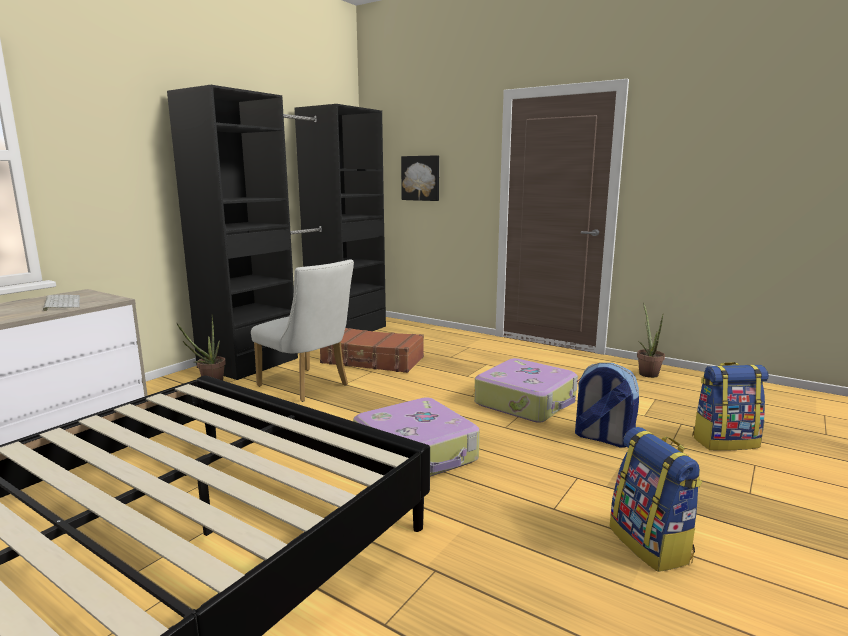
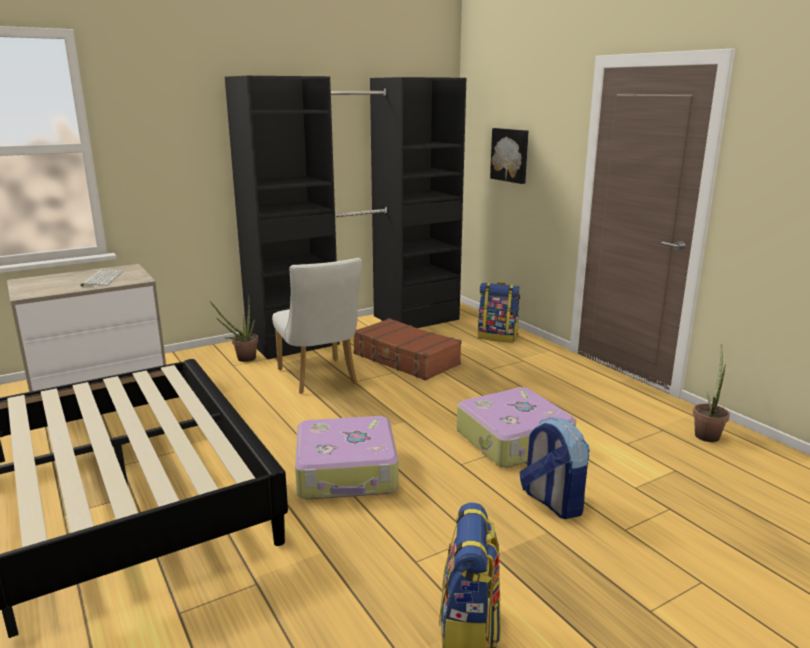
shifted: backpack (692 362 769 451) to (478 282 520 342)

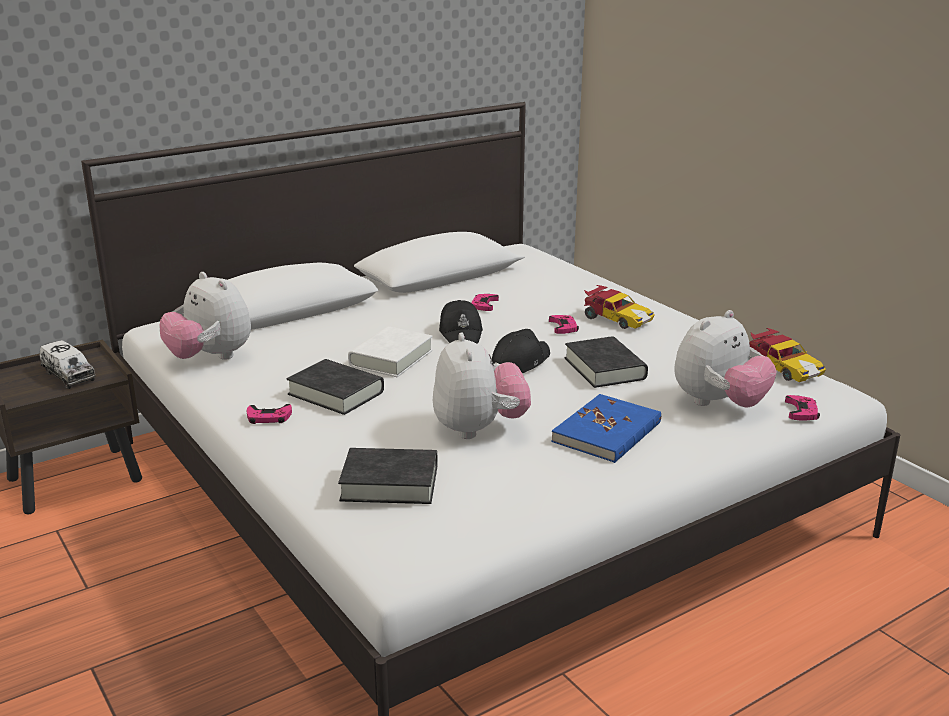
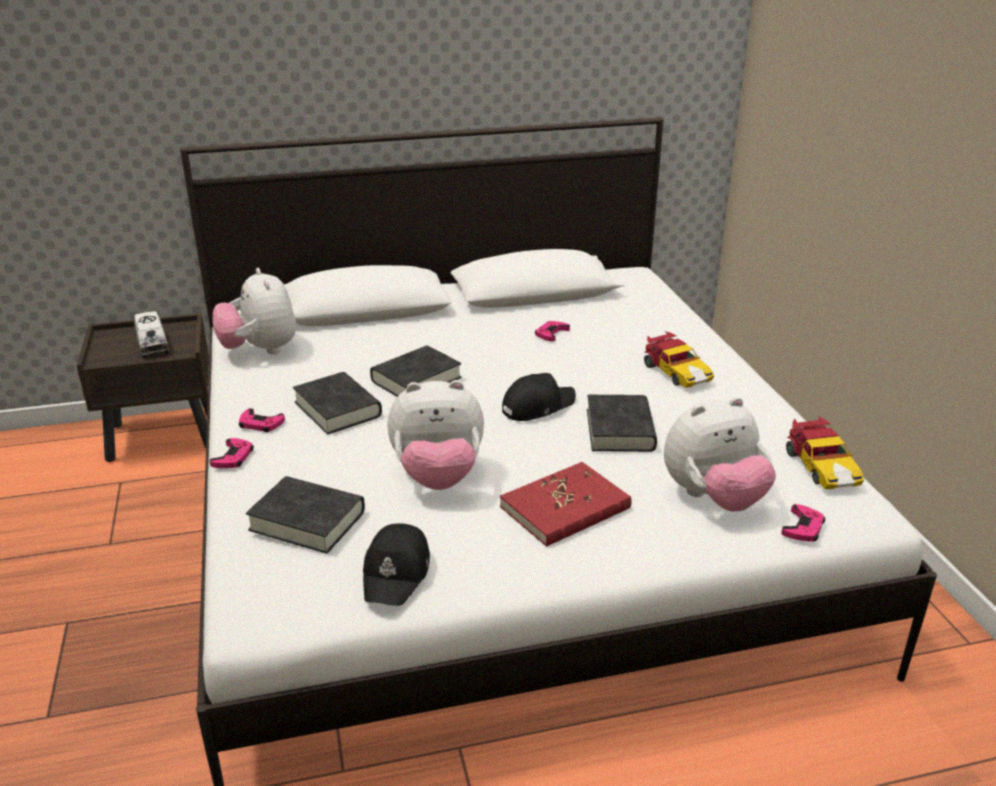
shifted: gamepad (pink) (549 315 579 334) to (209 438 254 468); cap (black) (439 300 483 344) to (363 523 430 606)
repainted: volume (white-coloured) (348 326 433 377) to volume (black) (370 345 462 397); volume (blue-coloured) (551 394 661 463) to volume (red-coloured) (500 462 631 547)
rotated: cuddly toy (433 332 531 439) = (387 380 484 490) 75 degrees clockwise

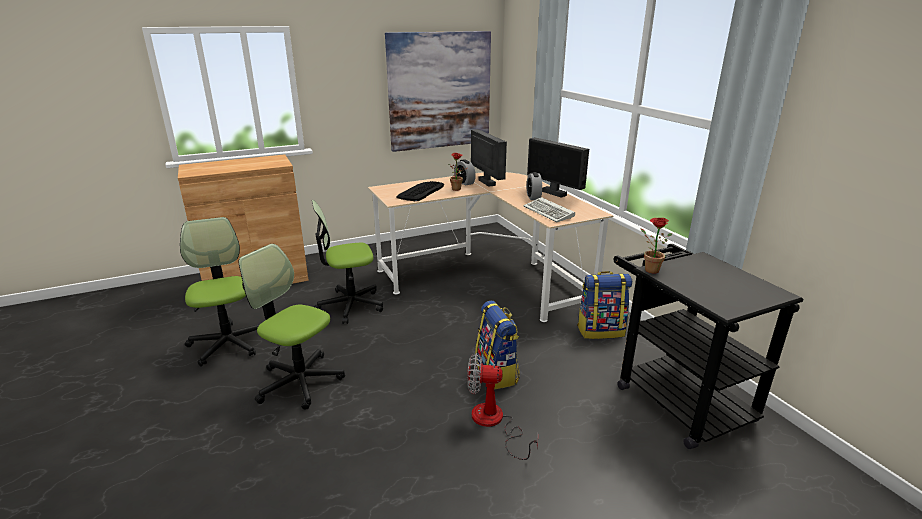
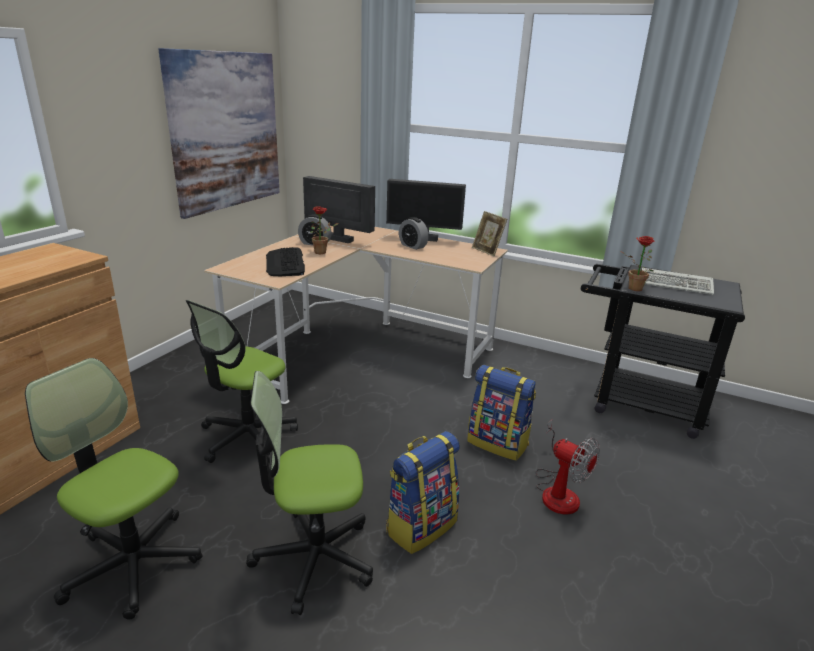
new: standing frame (472 211 507 256)
shifted: backpack (577 271 632 339) to (386 431 460 554); keyboard (524 197 575 222) to (642 268 714 295)
rotated: fan (467 353 538 460) = (536 420 600 514) 105 degrees counterclockwise

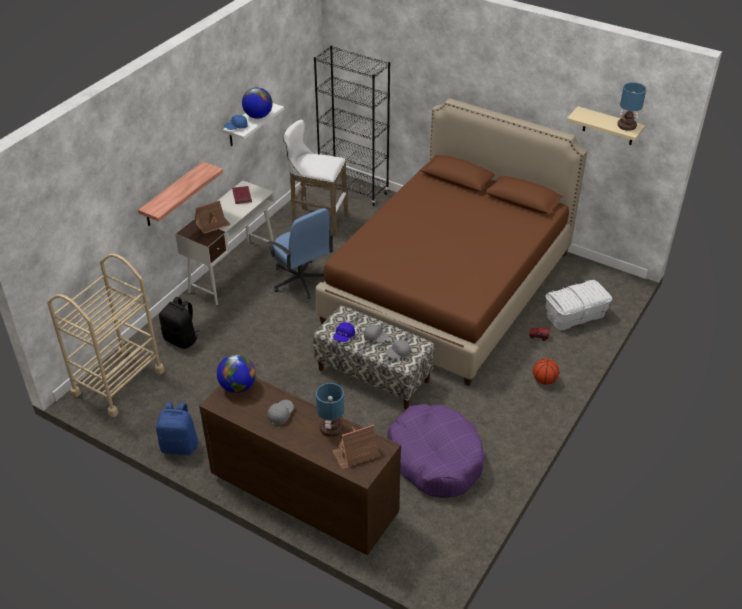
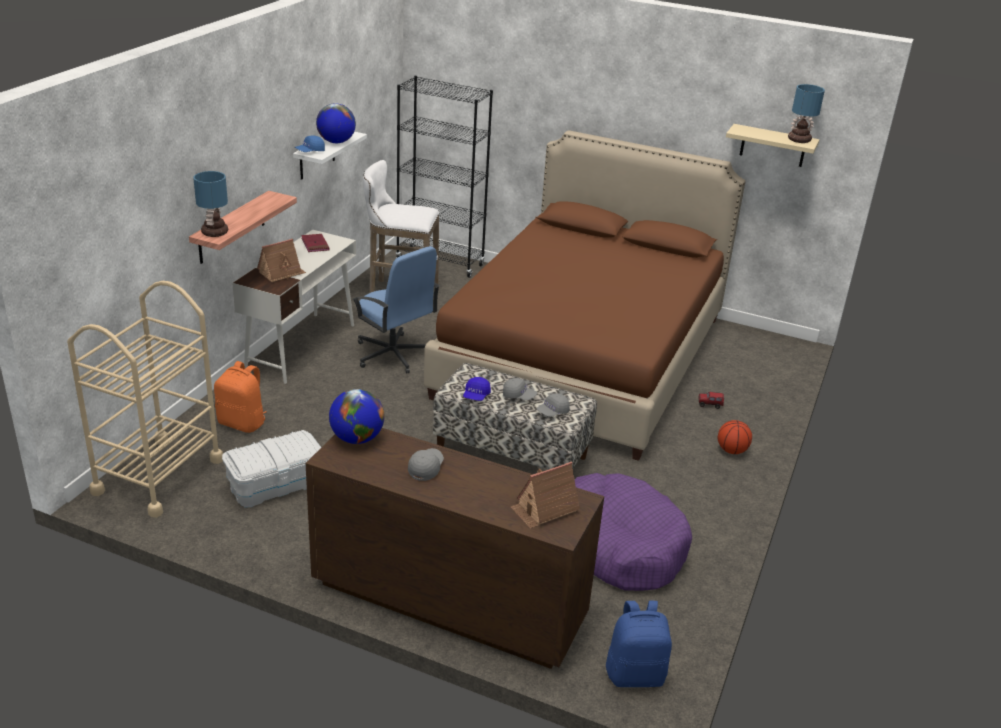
shifted: table lamp (316 383 344 437) to (193 171 228 237); storage container (white-coloured) (545 280 612 330) to (222 430 321 507); backpack (blue-coloured) (156 402 198 455) to (606 601 672 687)
repainted: backpack (black) (159 297 200 349) to backpack (orangey) (214 361 267 433)

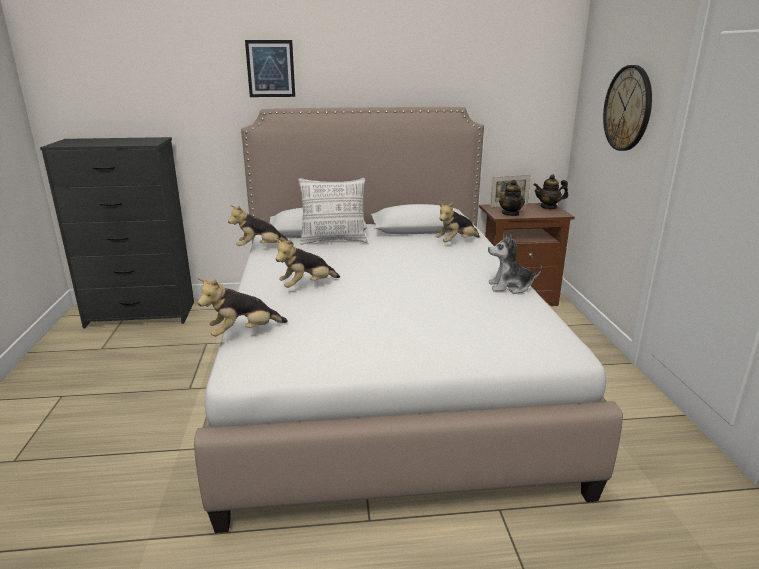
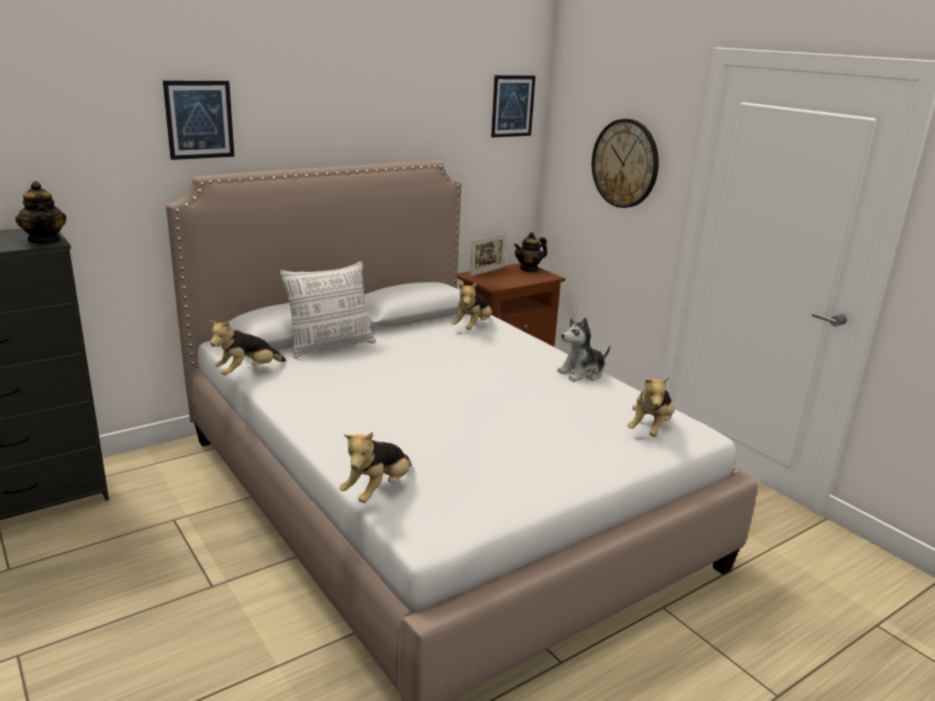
new: wall art (491 75 536 137)
shifted: tea pot (499 180 525 216) to (15 181 66 244); cuddly toy (275 239 340 288) to (628 377 675 437)

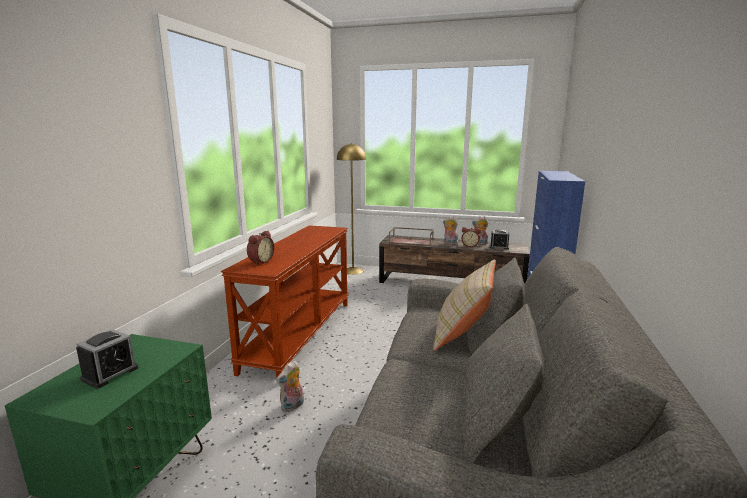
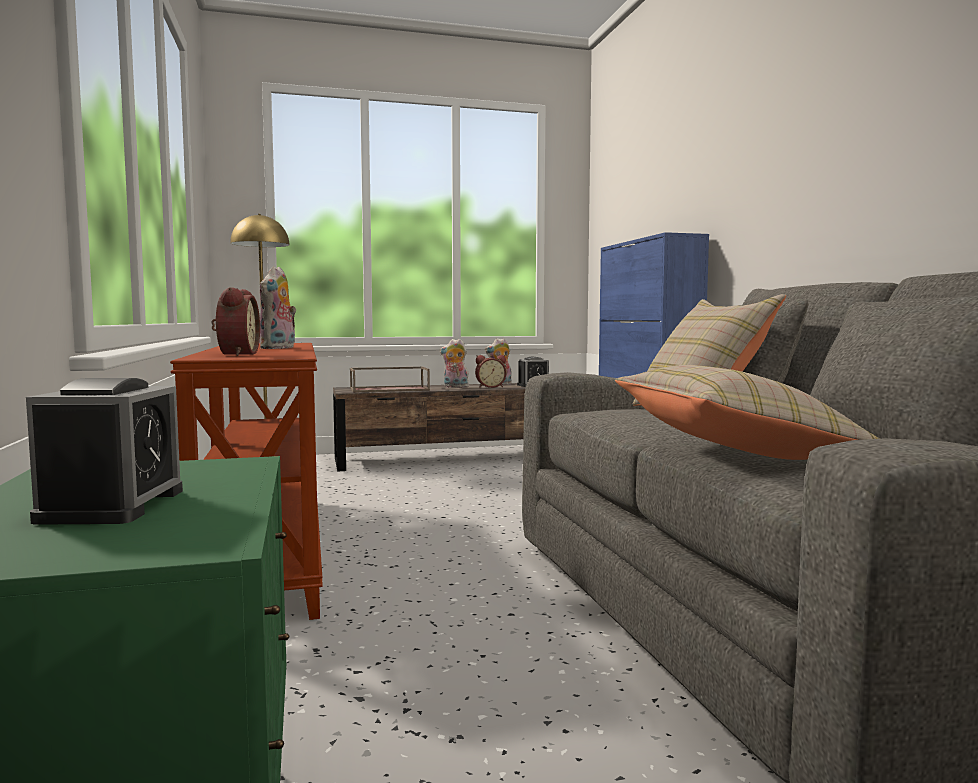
new: throw pillow (beige) (615 365 880 460)
shifted: cuddly toy (276 360 304 412) to (259 266 296 349)

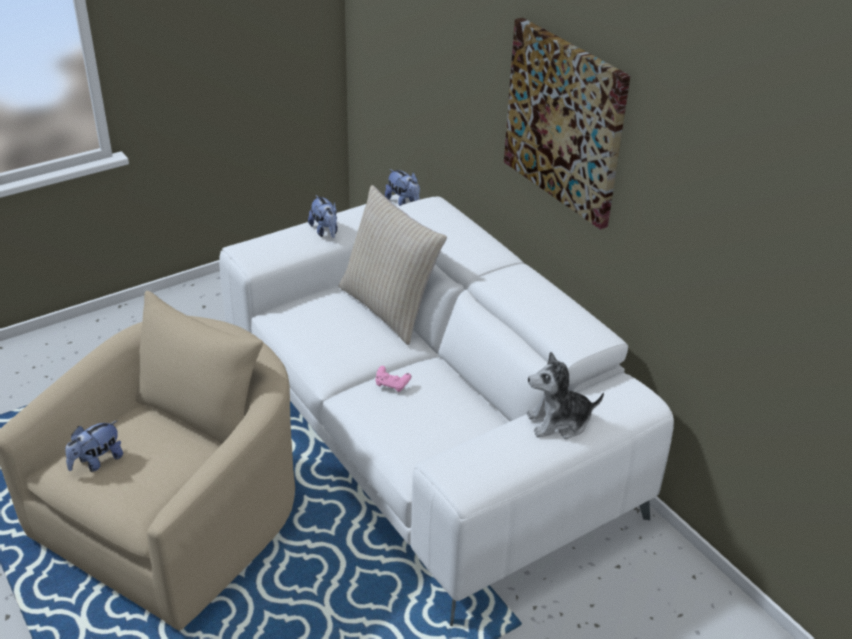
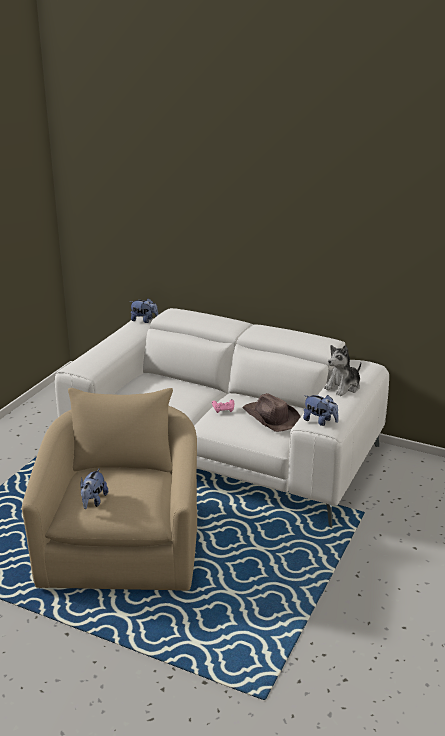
gone: throw pillow (beige) (339 185 447 345); wall art (504 17 631 230)
new: hat (brown-coloured) (242 393 300 432)
shifted: cuddly toy (308 195 338 238) to (303 395 339 426)

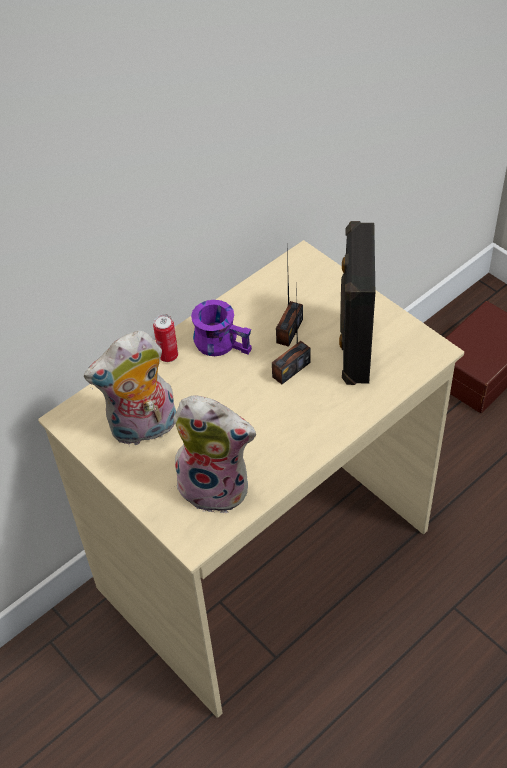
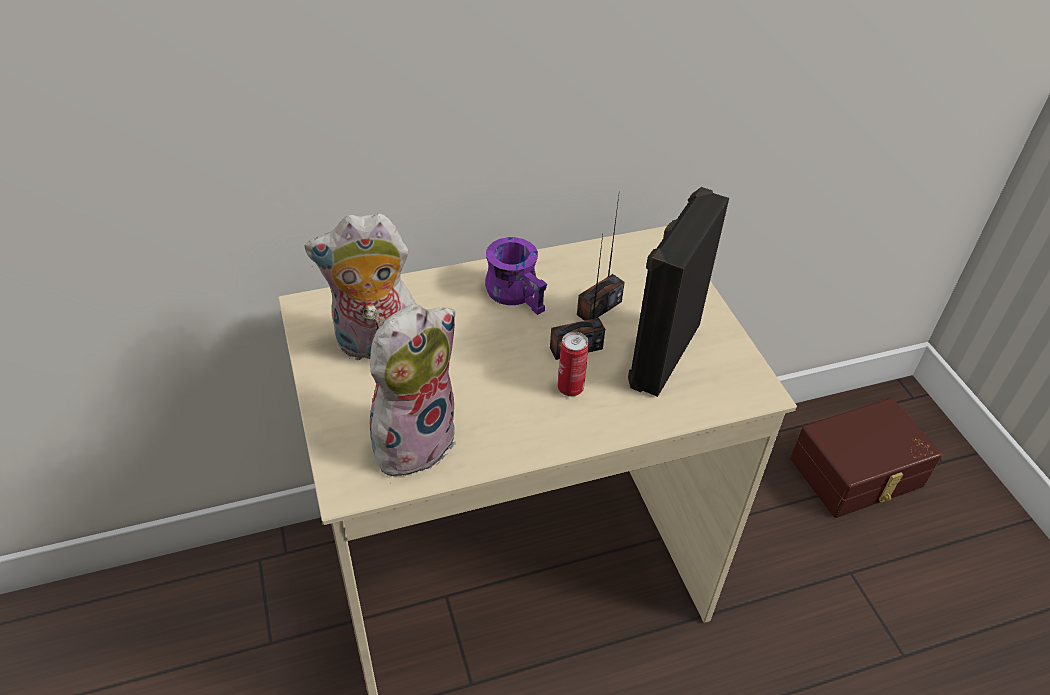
shifted: can (153 314 178 362) to (557 332 589 396)
rotated: cuddly toy (173 395 256 513) = (370 304 456 484) 90 degrees counterclockwise

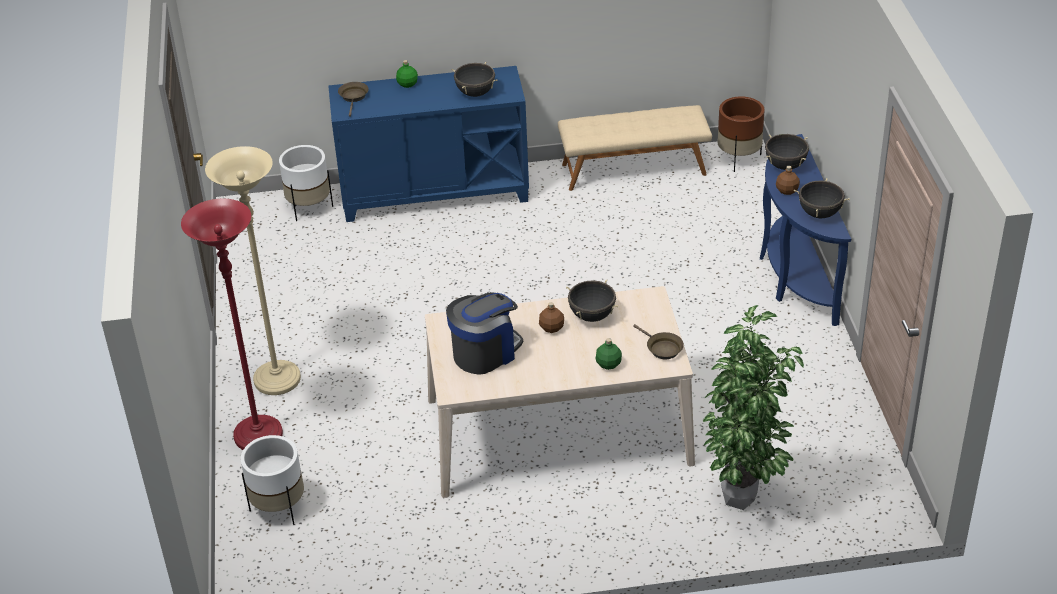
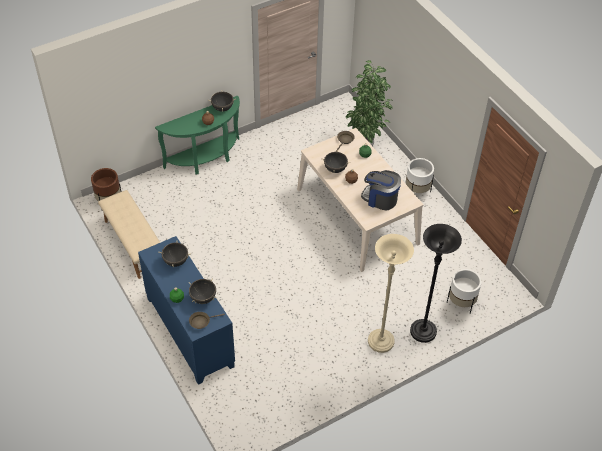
shifted: stockpot (black) (765 134 809 170) to (189 278 217 304); plant pot (white-coloured) (279 145 333 221) to (406 158 434 193)
repainted: console table (blue-coloured) (760 134 851 326) to console table (greenish) (155 96 240 175); standing lamp (red-coloured) (181 198 283 450) to standing lamp (black) (410 224 462 343)

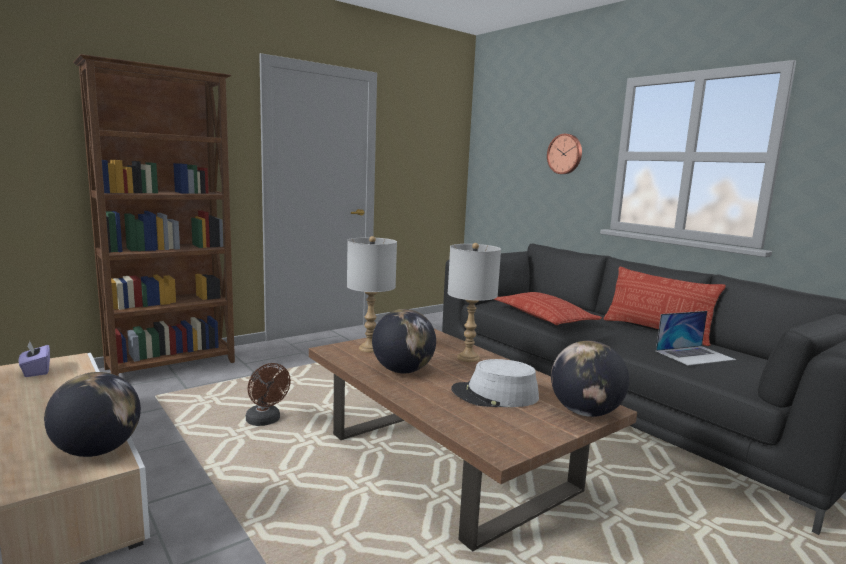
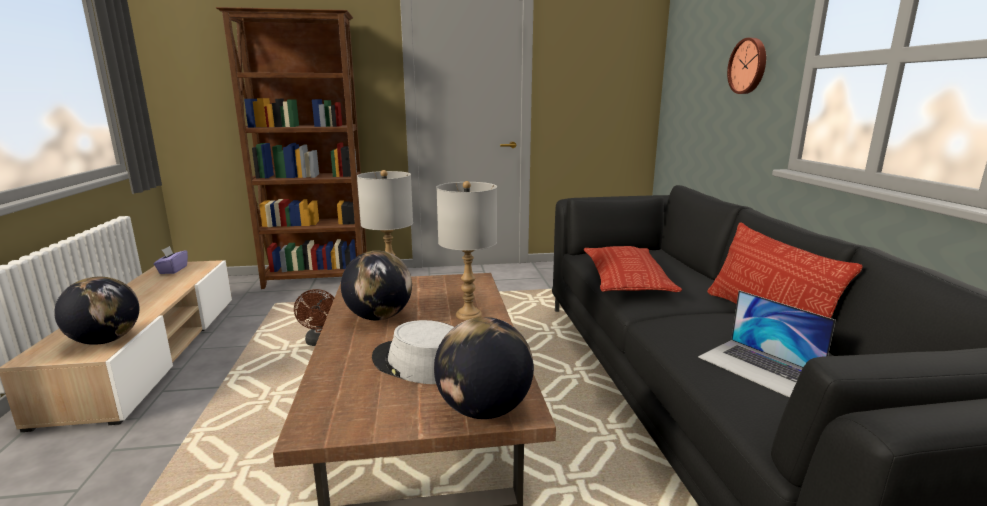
rotated: laptop (656 311 736 366) = (698 290 836 398) 45 degrees clockwise

